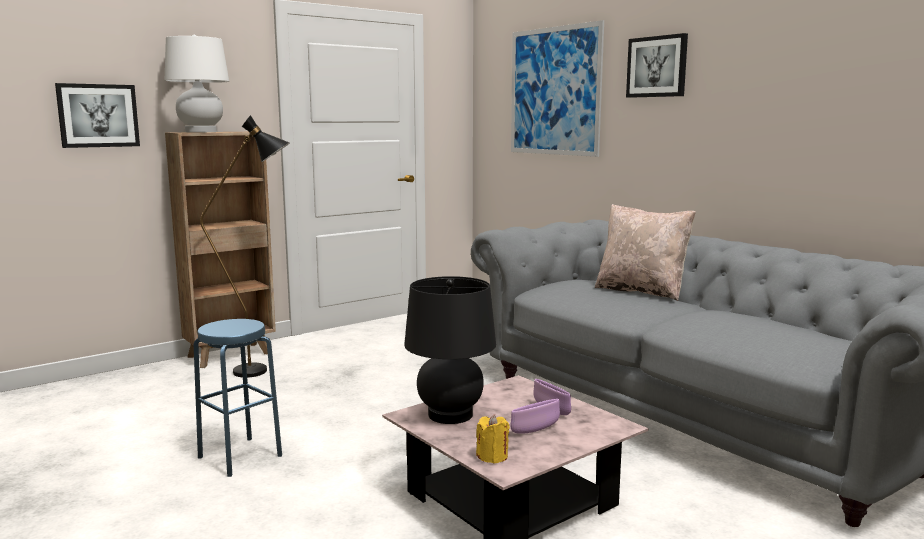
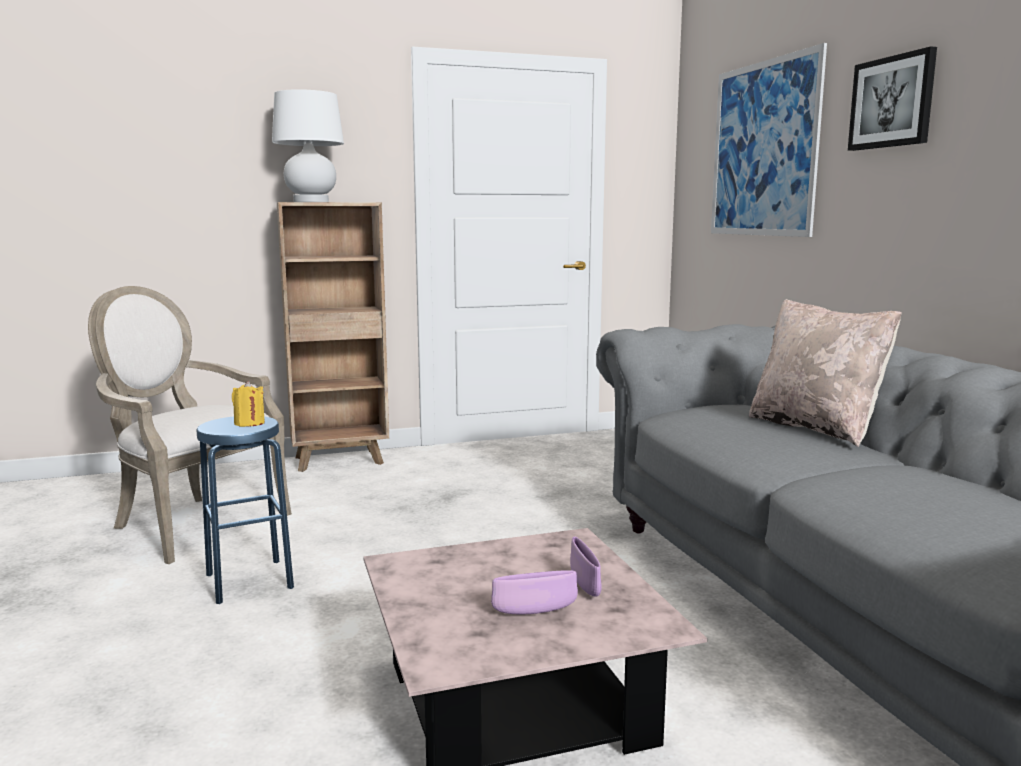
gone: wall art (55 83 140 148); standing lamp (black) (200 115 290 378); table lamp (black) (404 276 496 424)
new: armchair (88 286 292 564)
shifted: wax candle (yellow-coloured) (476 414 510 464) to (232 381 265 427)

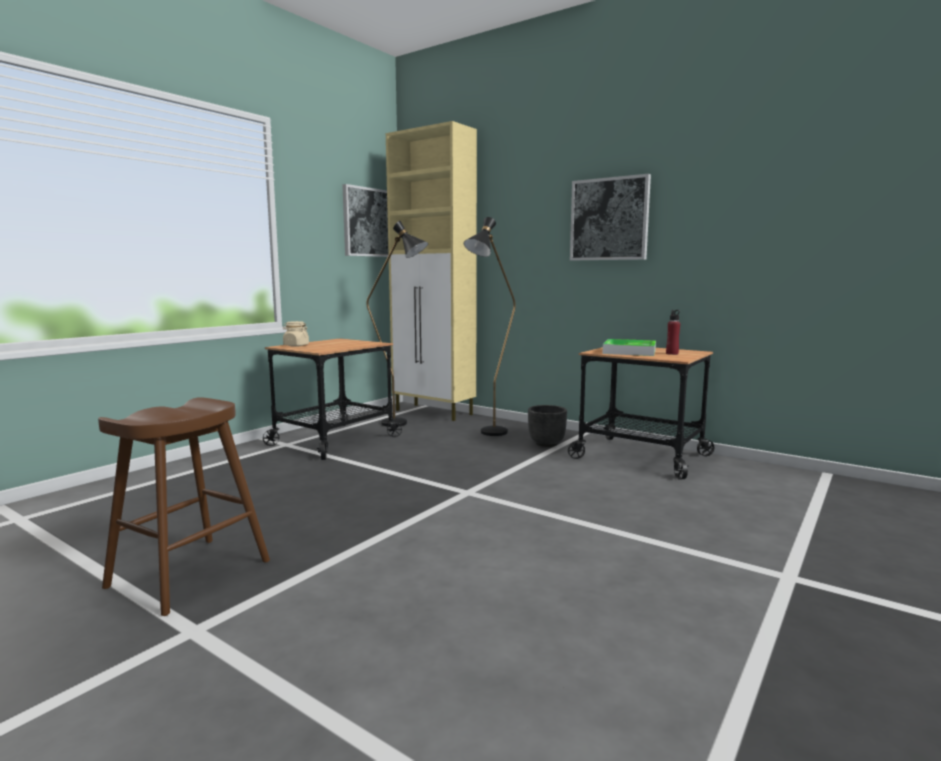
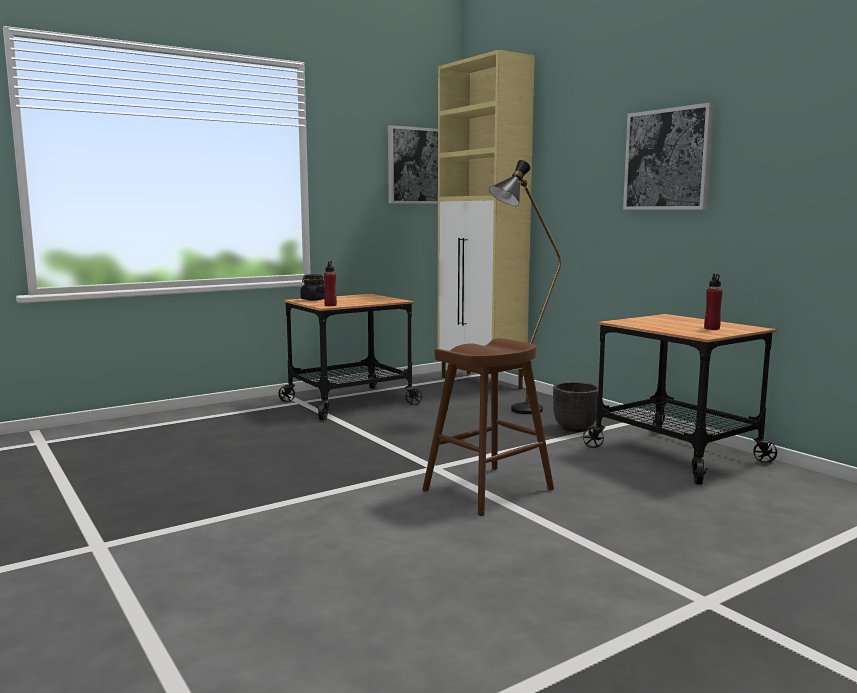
gone: standing lamp (black) (366 221 428 427); tray (602 339 656 356)
new: drink bottle (red-coloured) (324 261 337 306)
shifted: stool (brown-coloured) (98 397 270 616) to (422 338 554 516)
repainted: storage jar (beige) (283 321 309 347) to storage jar (black) (300 274 325 301)

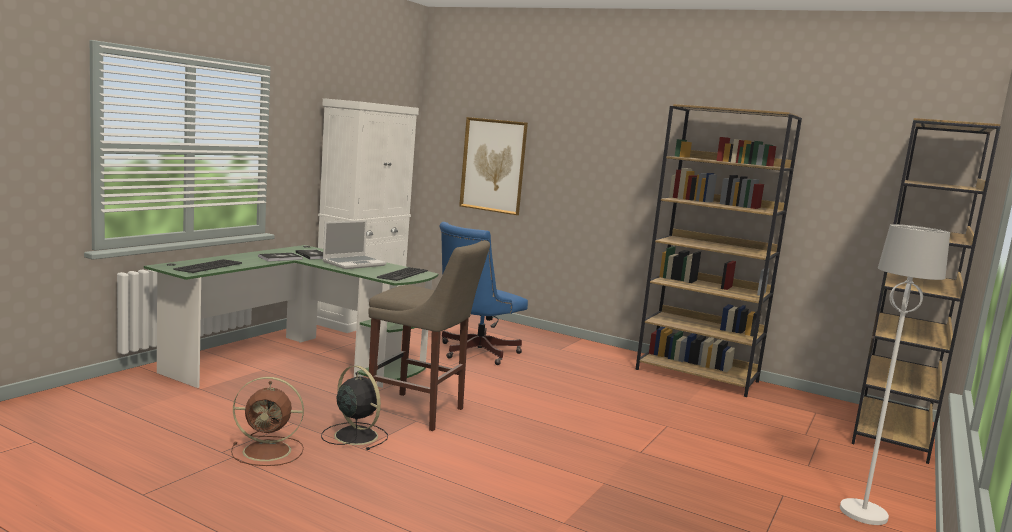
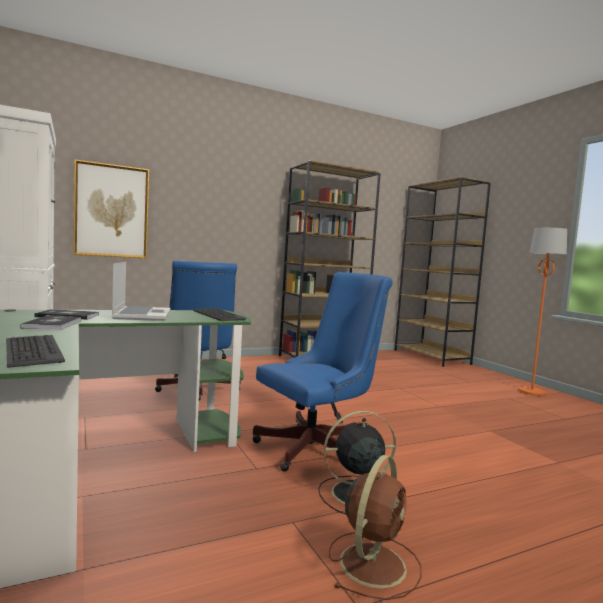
swapped: stool (beige) (368 240 490 431) to desk chair (blue-coloured) (253 272 393 472)
repainted: standing lamp (white-coloured) (840 224 950 525) to standing lamp (orangey) (518 228 567 396)

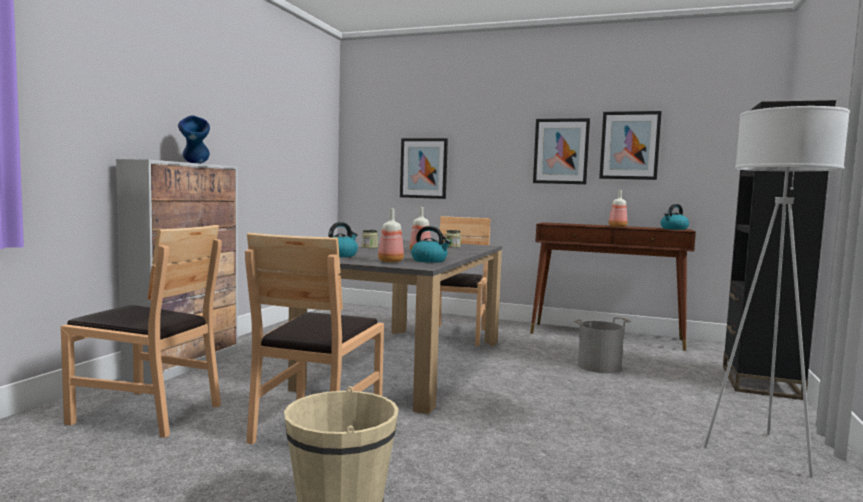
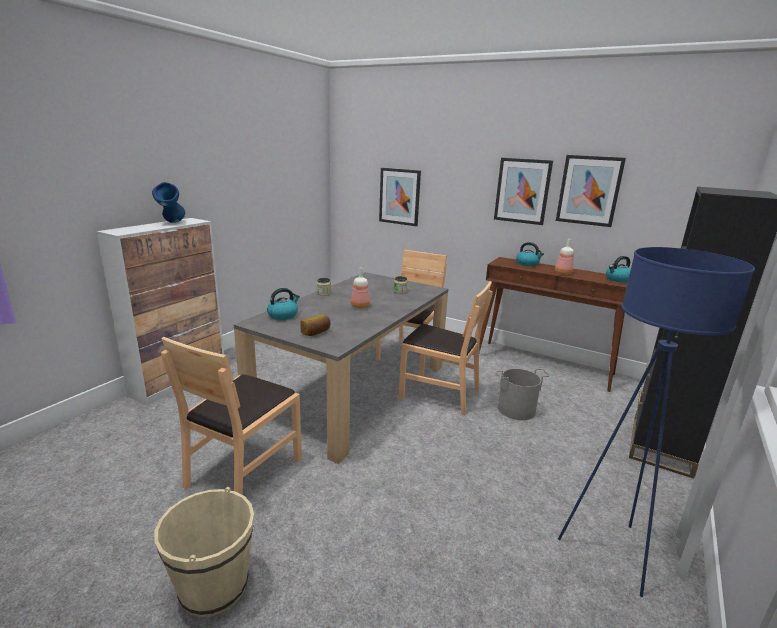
shifted: chair (brown-coloured) (61 225 222 438) to (399 281 493 415); tea kettle (411 226 451 263) to (516 242 544 266)
swapped: drink bottle (378 209 404 262) to bread (300 314 330 336)
repainted: standing lamp (white-coloured) (704 106 850 478) to standing lamp (blue-coloured) (558 247 755 597)

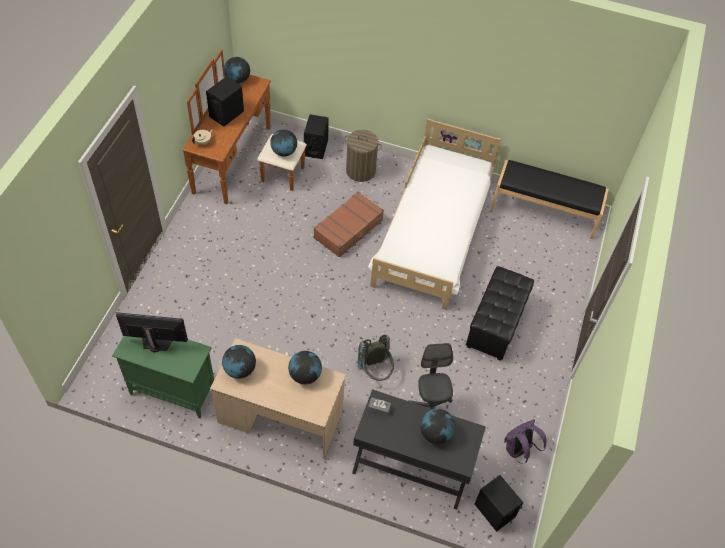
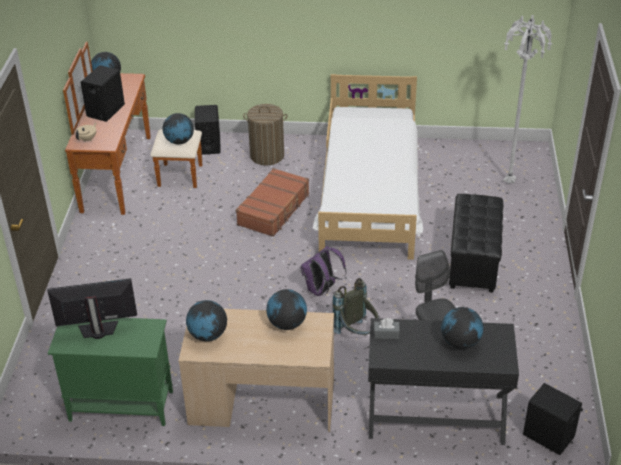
gone: indoor bench (black) (491 160 609 239)
new: standing lamp (white-coloured) (503 15 552 184)
shifted: backpack (purple) (504 419 547 464) to (300 246 346 296)

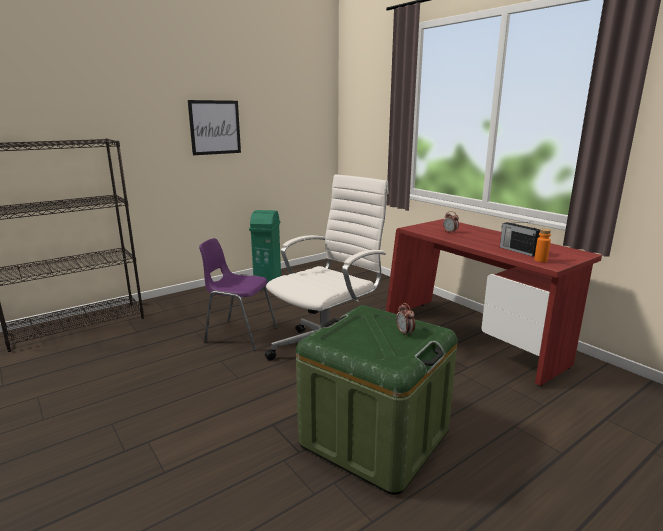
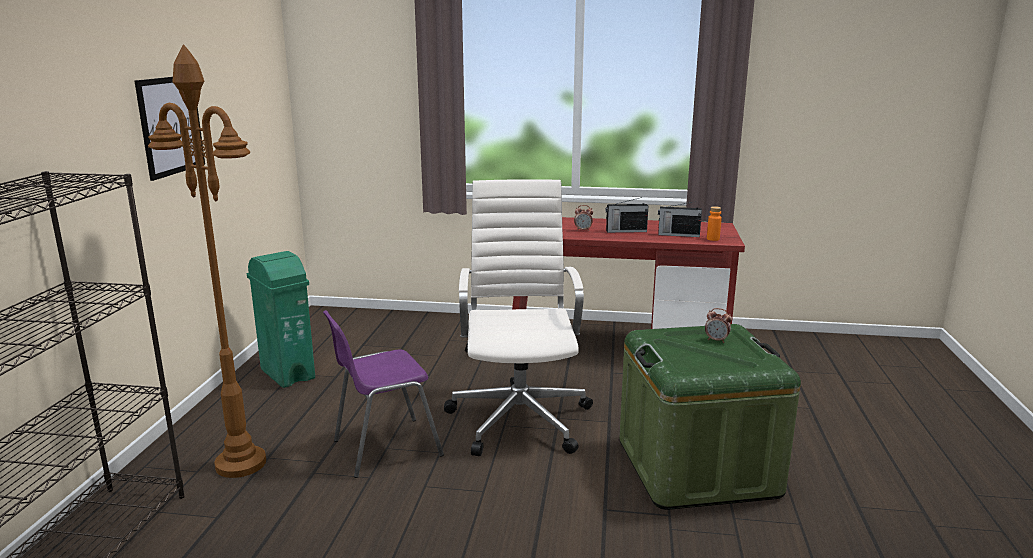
new: standing lamp (brown-coloured) (148 44 266 478); radio receiver (606 197 648 233)

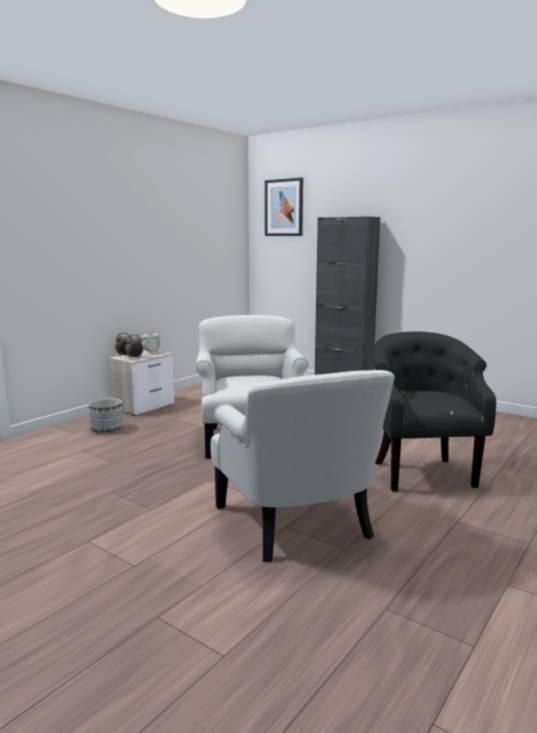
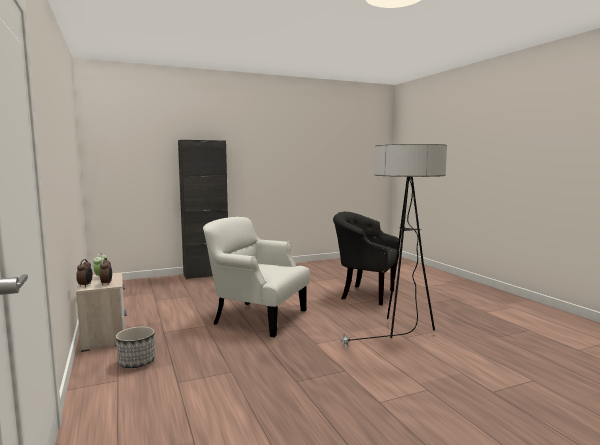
gone: wall art (265 178 303 236)
swapped: armchair (white-coloured) (210 370 395 562) to standing lamp (339 144 447 347)

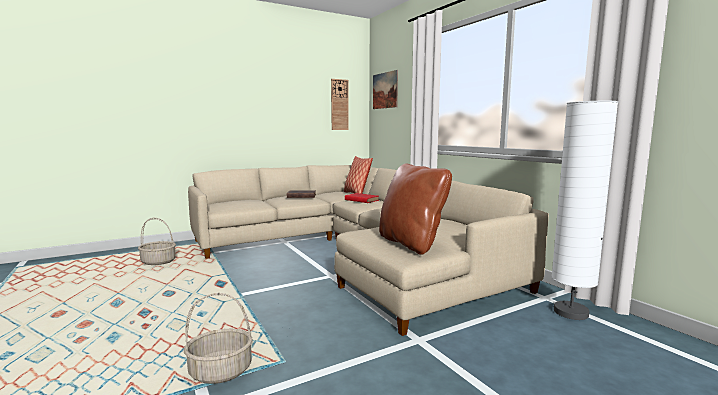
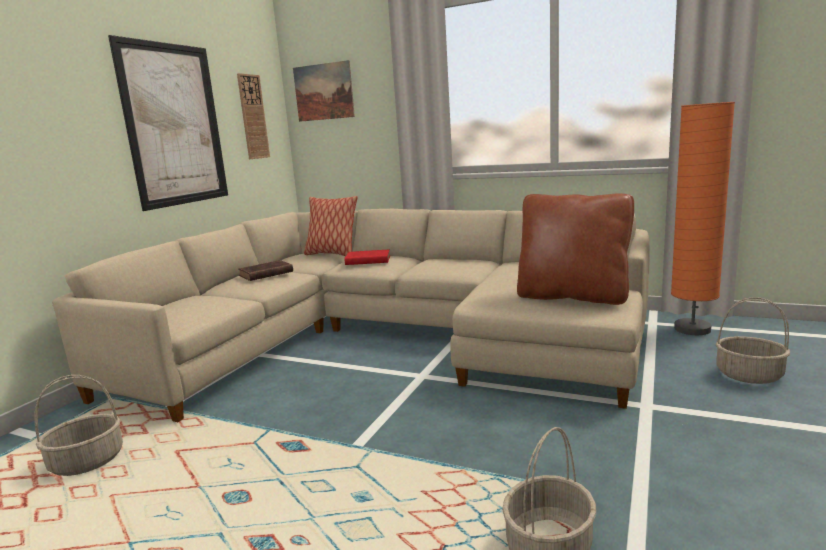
new: wall art (108 35 228 211); basket (716 297 790 384)
repainted: standing lamp (white-coloured) (551 101 618 320) to standing lamp (orangey) (671 102 735 335)

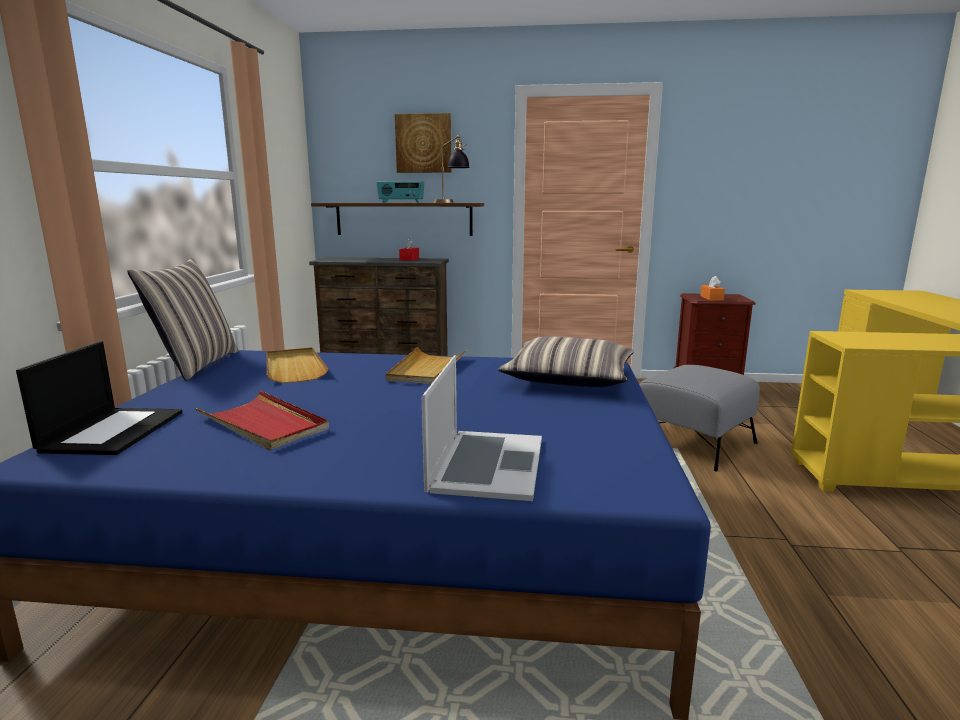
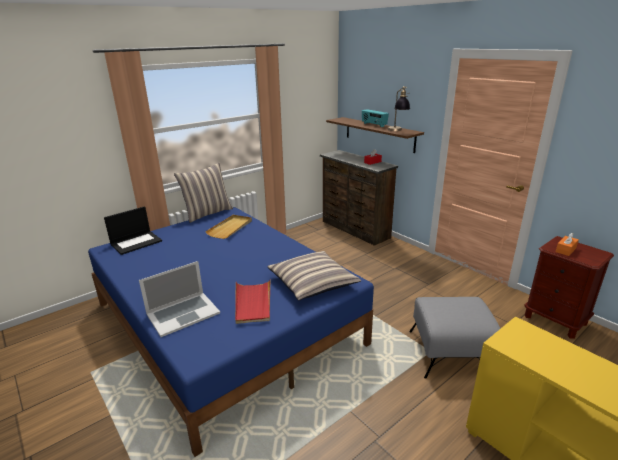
gone: tray (beige) (386 347 466 384); wall art (395 113 452 173)
shifted: tray (red-coloured) (195 391 329 450) to (235 280 270 324)

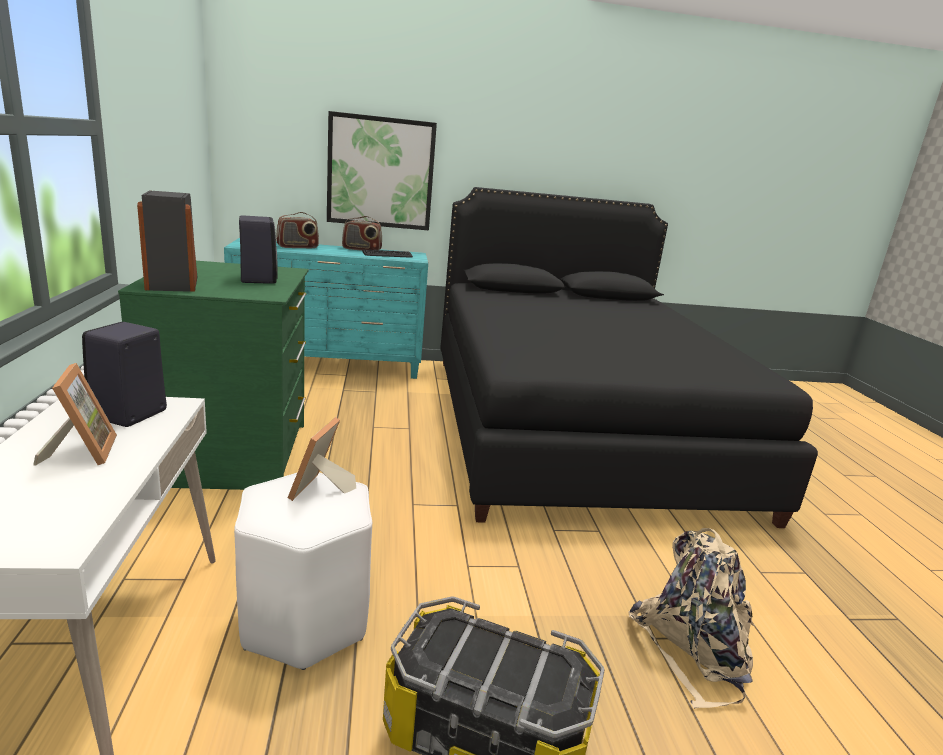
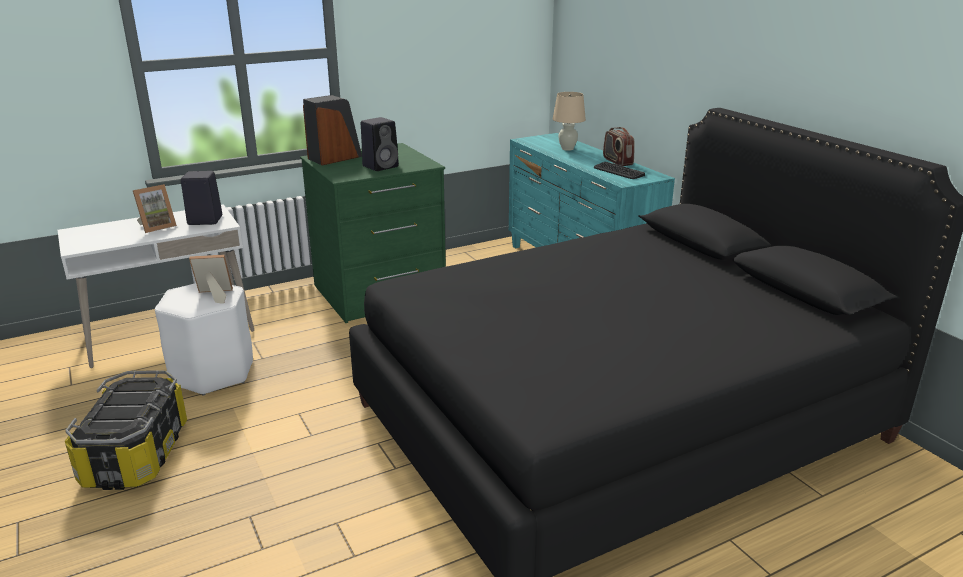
gone: wall art (327 111 437 230); backpack (beige) (629 528 754 709)
swapped: radio receiver (276 212 319 248) to table lamp (beige) (553 92 586 151)

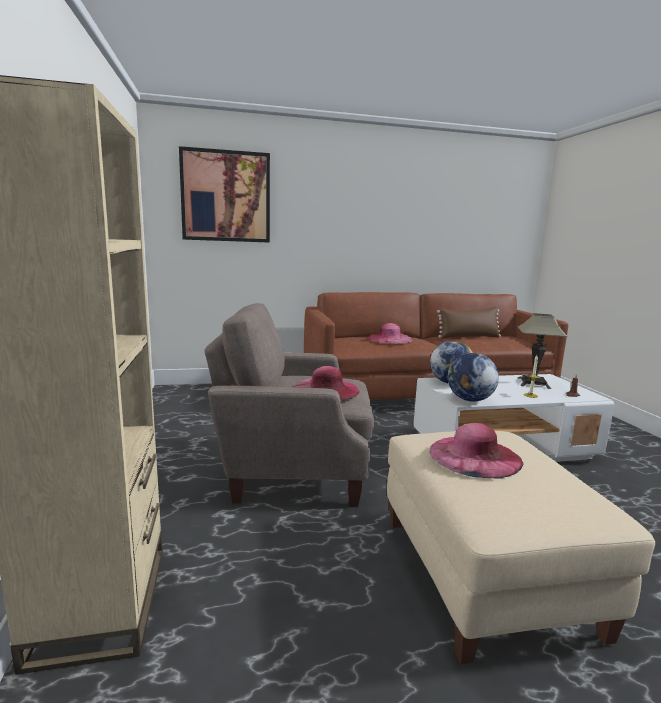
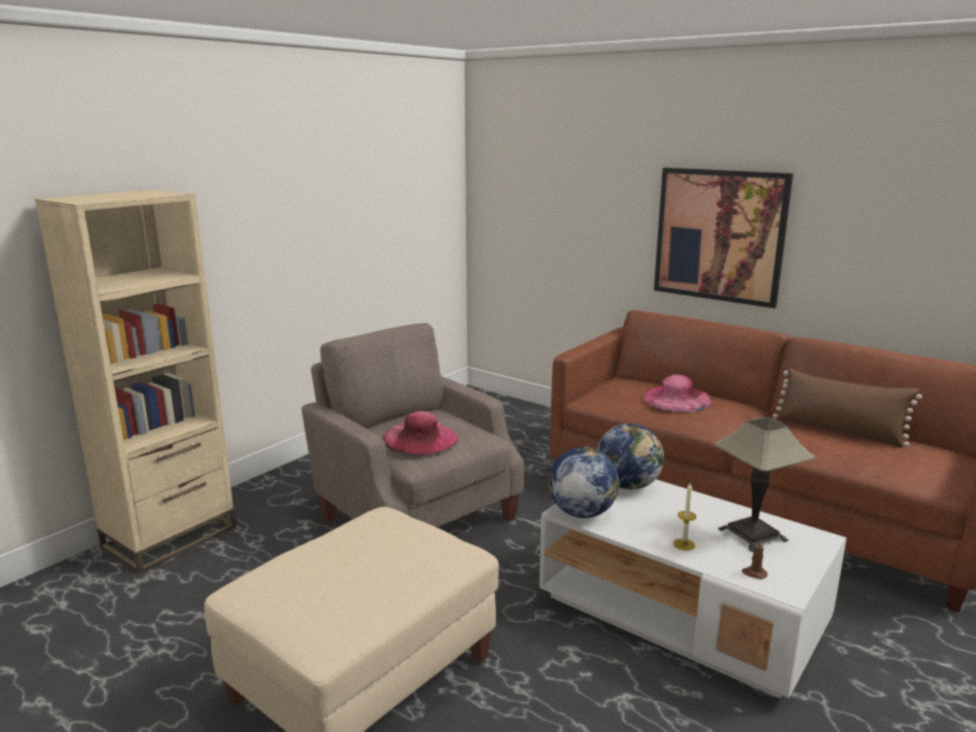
gone: hat (pink) (429 423 523 478)
shifted: wall art (179 146 270 243) to (654 168 793 308)

